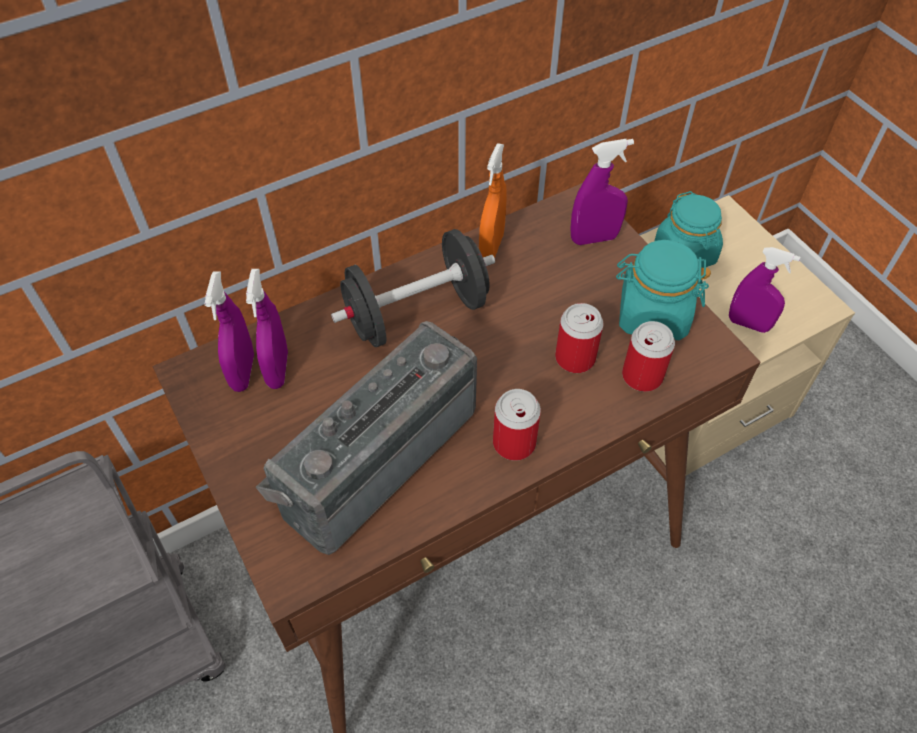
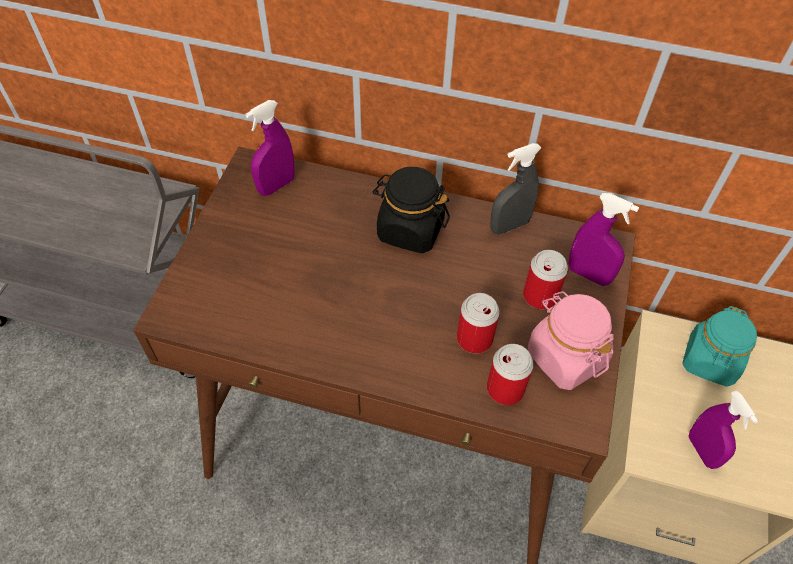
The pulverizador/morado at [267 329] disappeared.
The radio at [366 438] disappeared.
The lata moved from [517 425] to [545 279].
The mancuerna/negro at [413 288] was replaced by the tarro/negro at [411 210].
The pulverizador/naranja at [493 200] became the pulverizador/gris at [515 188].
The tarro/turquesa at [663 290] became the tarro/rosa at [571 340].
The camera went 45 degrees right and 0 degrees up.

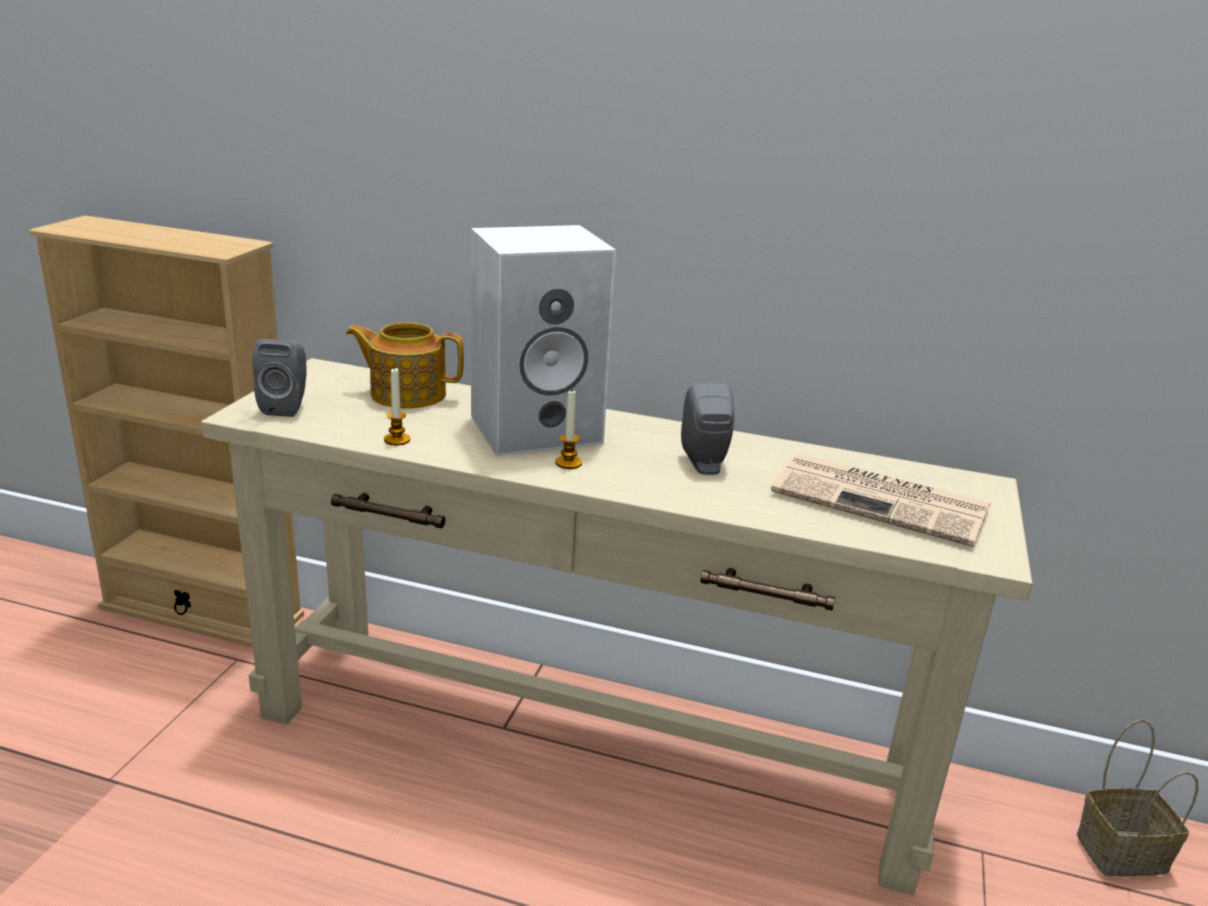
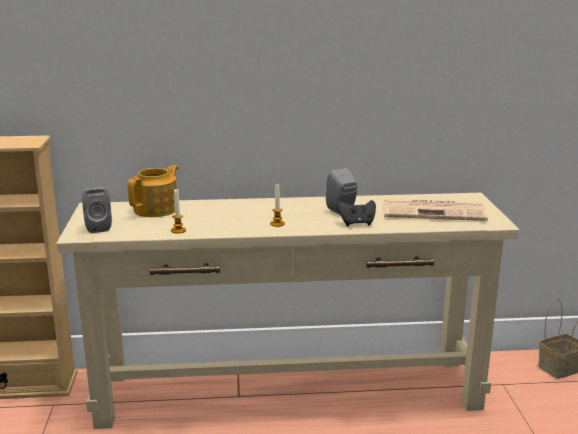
The altavoz/blanco at [543 340] disappeared.
The mando de consola/negro at [356 213] appeared.
The tetera at [405 365] turned 135 degrees clockwise.
The camera went 20 degrees left and 5 degrees down.

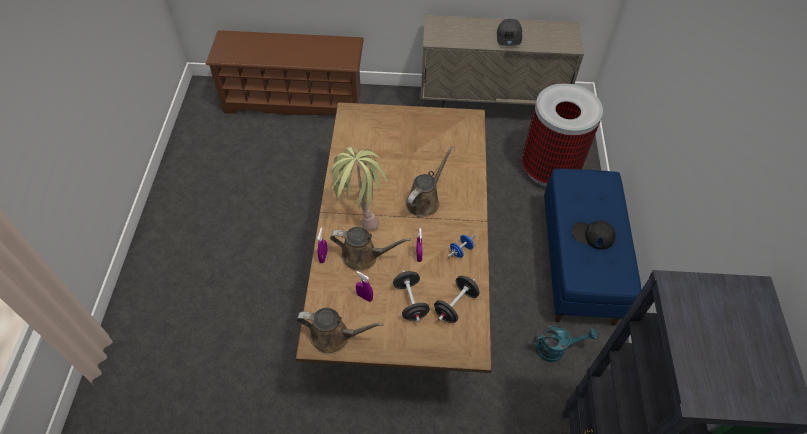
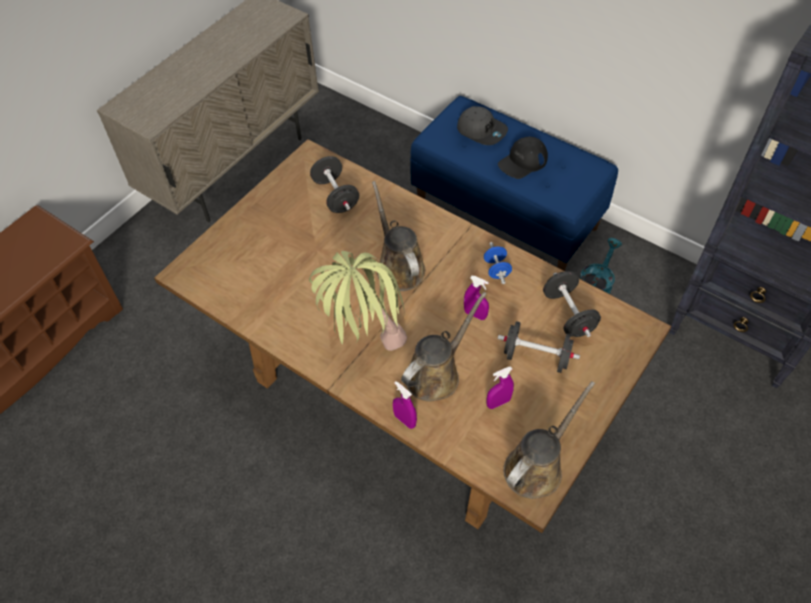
The papelera at [562 135] disappeared.
The mancuerna/negro at [334 184] appeared.
The gorra/gris moved from [509 32] to [482 125].
The camera went 55 degrees left and 0 degrees up.

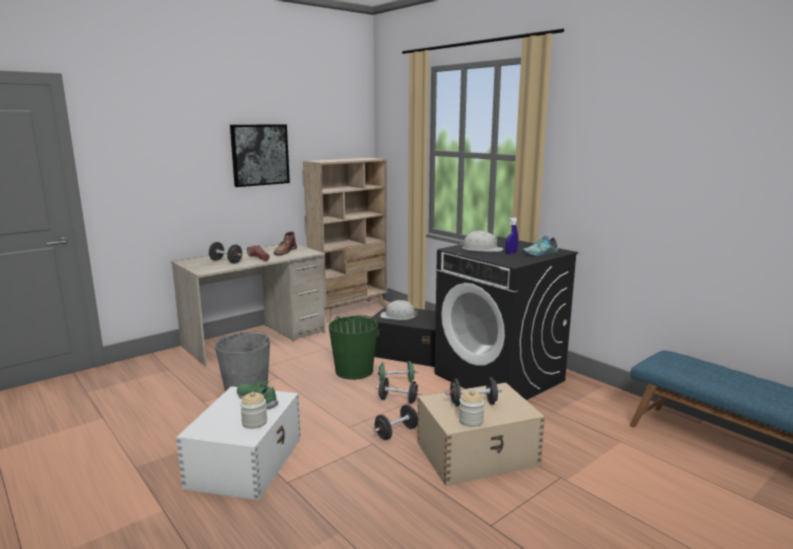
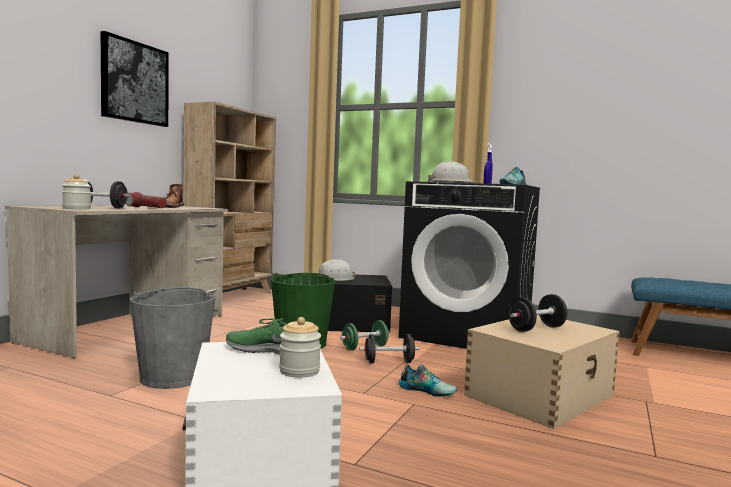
The tarro moved from [472 408] to [76 191].
The mancuerna/negro at [396 422] was replaced by the zapato at [428 380].
The camera went 25 degrees left and 10 degrees down.

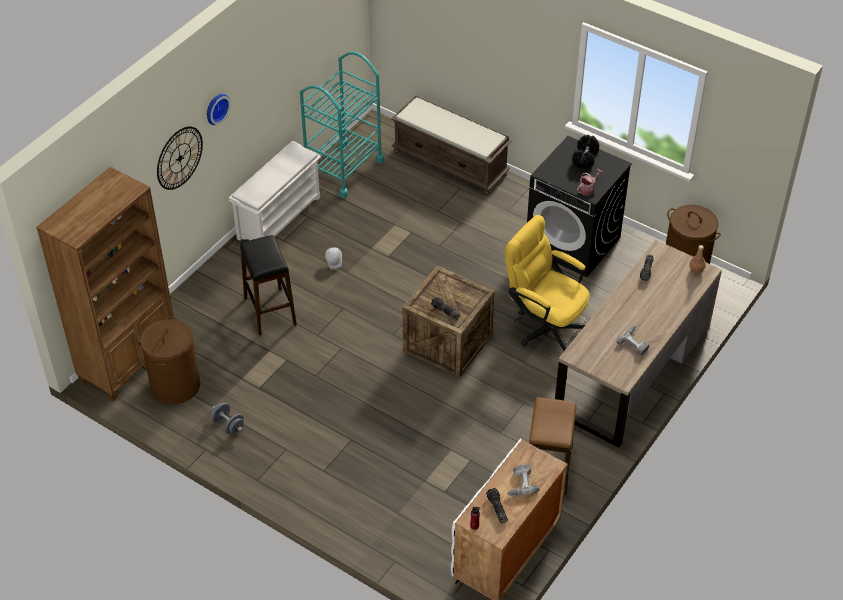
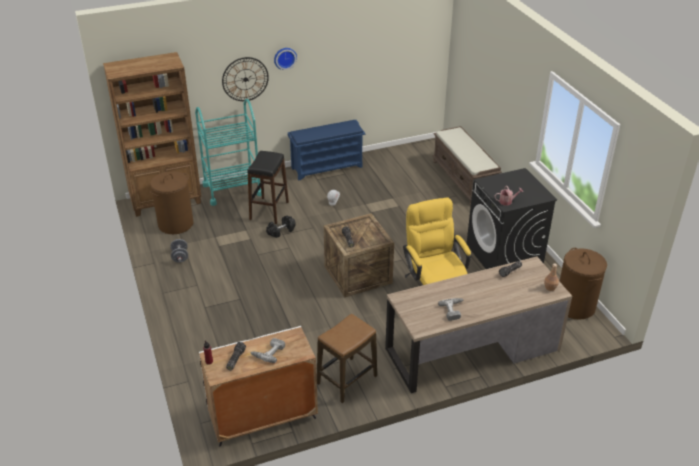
The carrito/turquesa moved from [342 125] to [228 152].
The mancuerna/negro moved from [586 152] to [281 226].
The zapatero/blanco at [275 191] became the zapatero/azul at [327 150].
The camera went 35 degrees right and 10 degrees down.

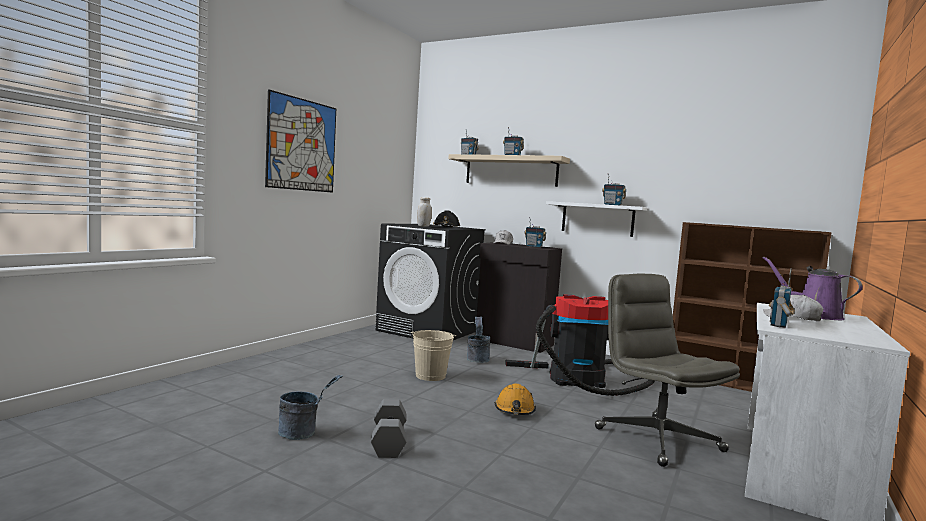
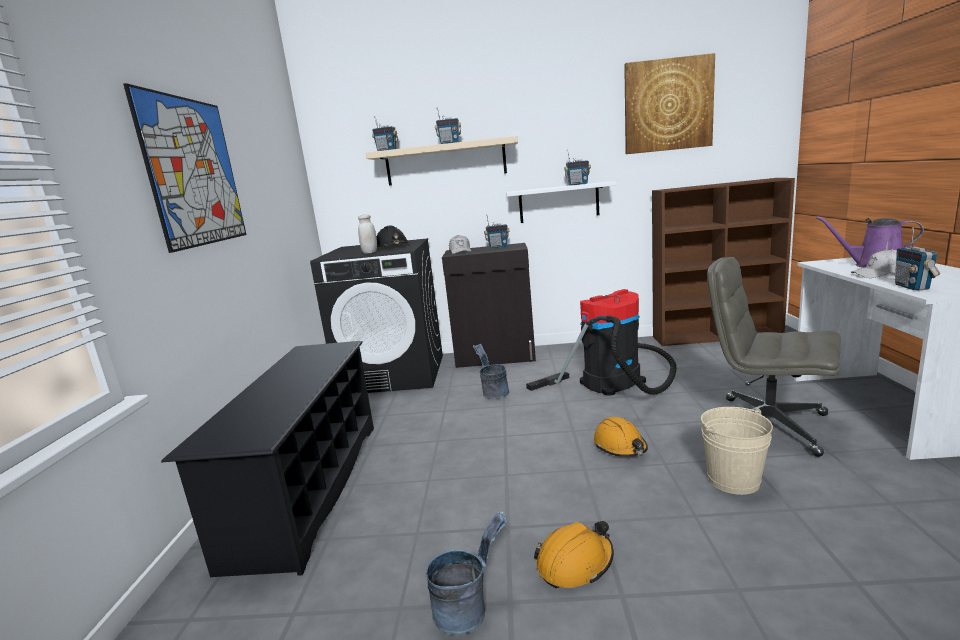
The zapatero/negro at [267 459] appeared.
The cuadro at [669 103] appeared.
The cubo/beis moved from [433 355] to [737 451].
The mancuerna/gris at [388 428] was replaced by the casco/naranja at [574 554].
The camera went 25 degrees left and 10 degrees up.

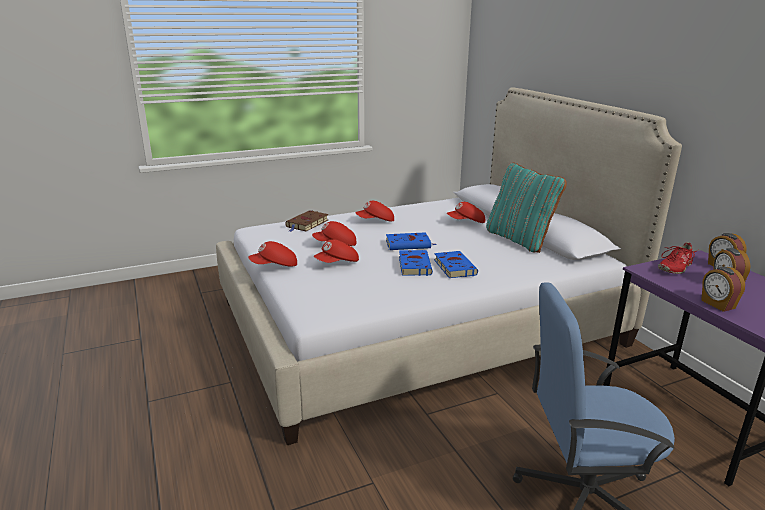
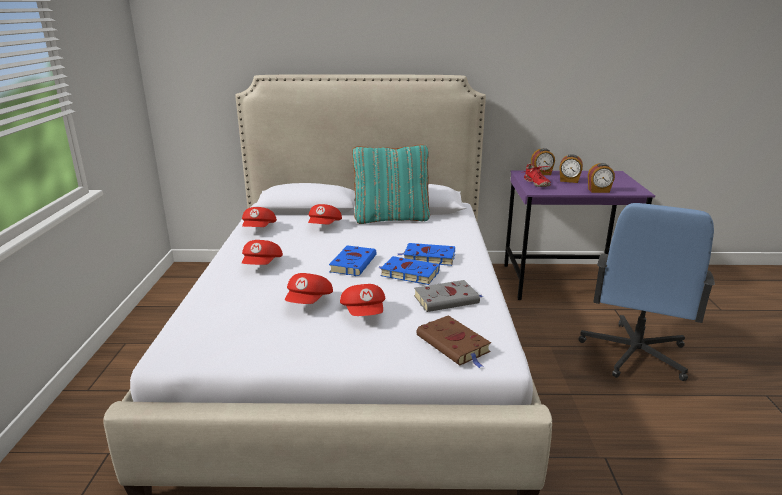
The libro/gris at [448 296] appeared.
The gorra/rojo moved from [272 254] to [259 217].
The libro/marrón moved from [306 221] to [453 341].
The camera went 65 degrees left and 0 degrees up.

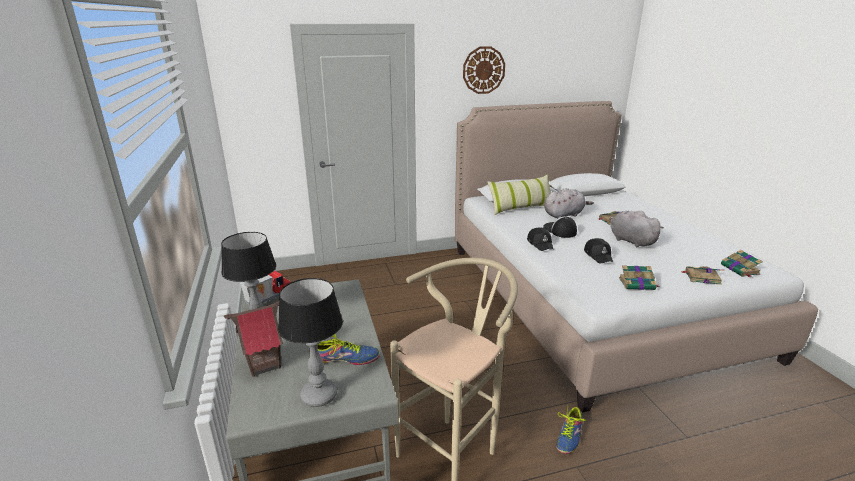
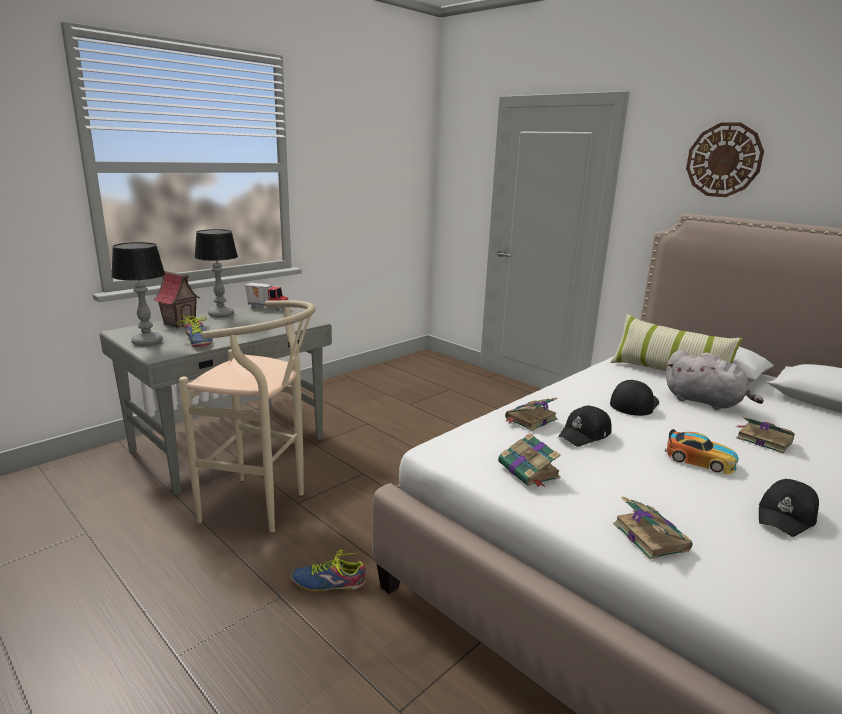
The gorra/negro moved from [540 239] to [789 508].
The libro moved from [742 264] to [531 414].
The peluche/gris at [637 229] was replaced by the coche de juguete at [702 451].
The camera went 60 degrees right and 5 degrees down.

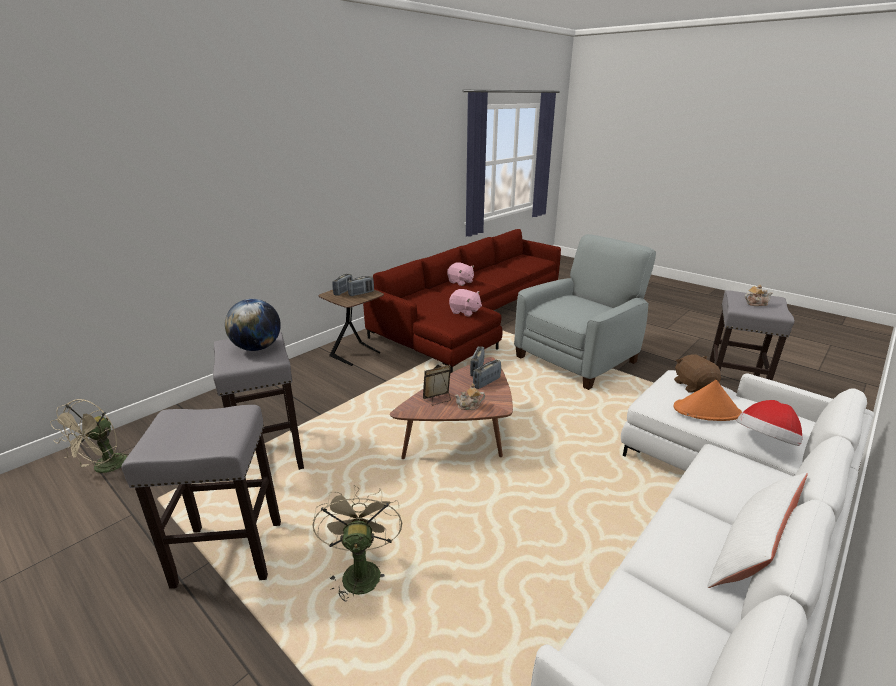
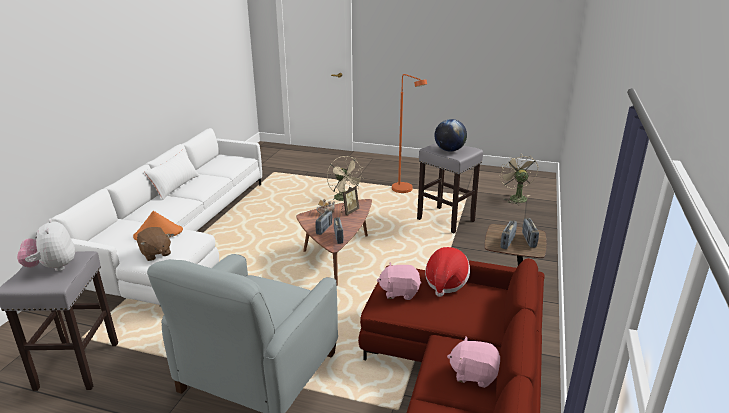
The sombrero moved from [769 423] to [447 272].
The taburete/gris at [201 497] was replaced by the lámpara de pie/naranja at [409 133].
The tetera at [759 295] was replaced by the peluche at [46 244].
The camera went 155 degrees right and 0 degrees up.

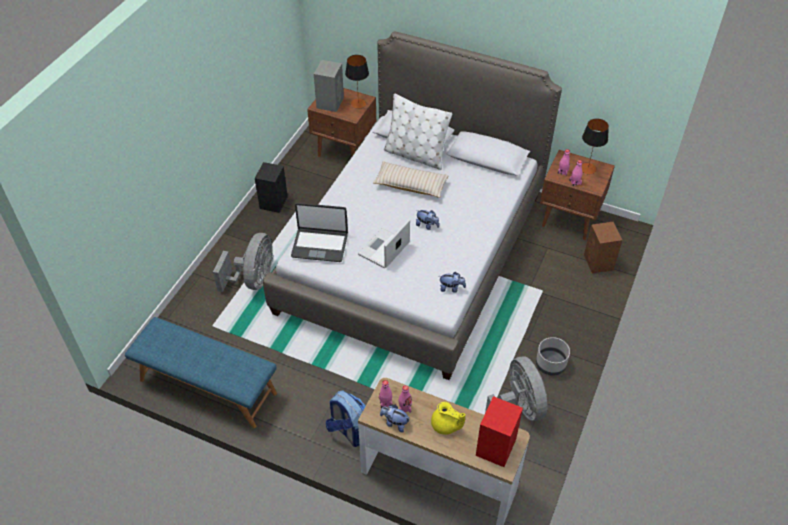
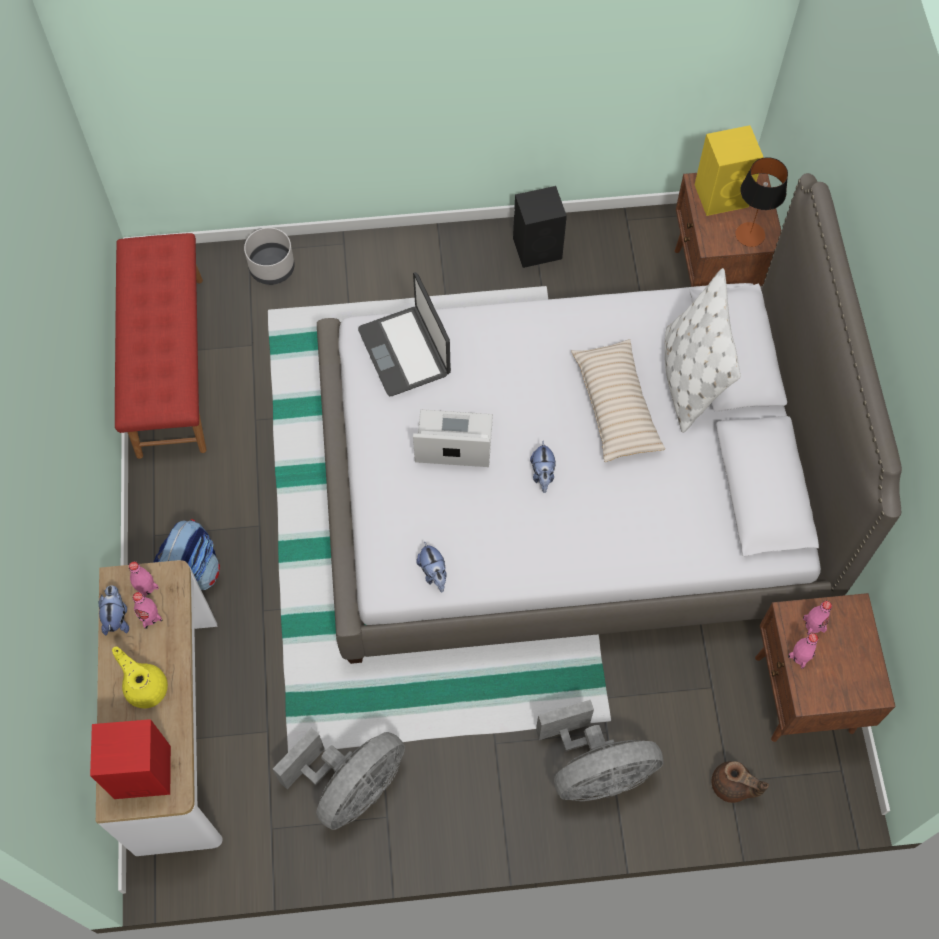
The lámpara de mesa at [595 146] disappeared.
The ventilador/gris moved from [243 262] to [599 750].
The maceta/gris moved from [553 356] to [269 256].
The altavoz/marrón at [603 248] was replaced by the tetera/marrón at [740 782].
The banco/azul at [201 373] became the banco/rojo at [161 346].
The altavoz/gris at [329 86] became the altavoz/amarillo at [729 170].
The tetera/amarillo at [448 418] turned 135 degrees clockwise.
The camera went 60 degrees right and 15 degrees up.

